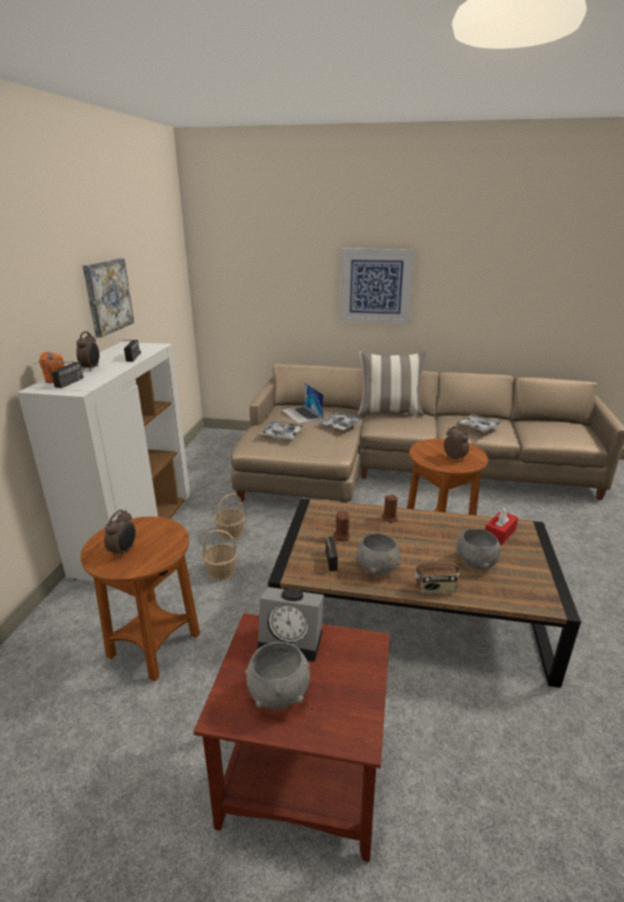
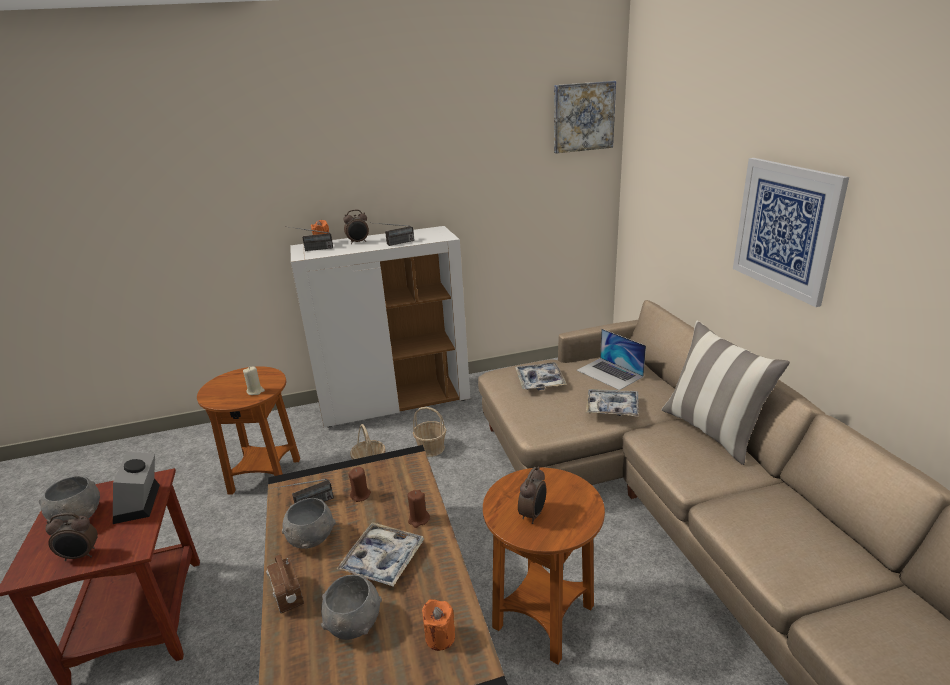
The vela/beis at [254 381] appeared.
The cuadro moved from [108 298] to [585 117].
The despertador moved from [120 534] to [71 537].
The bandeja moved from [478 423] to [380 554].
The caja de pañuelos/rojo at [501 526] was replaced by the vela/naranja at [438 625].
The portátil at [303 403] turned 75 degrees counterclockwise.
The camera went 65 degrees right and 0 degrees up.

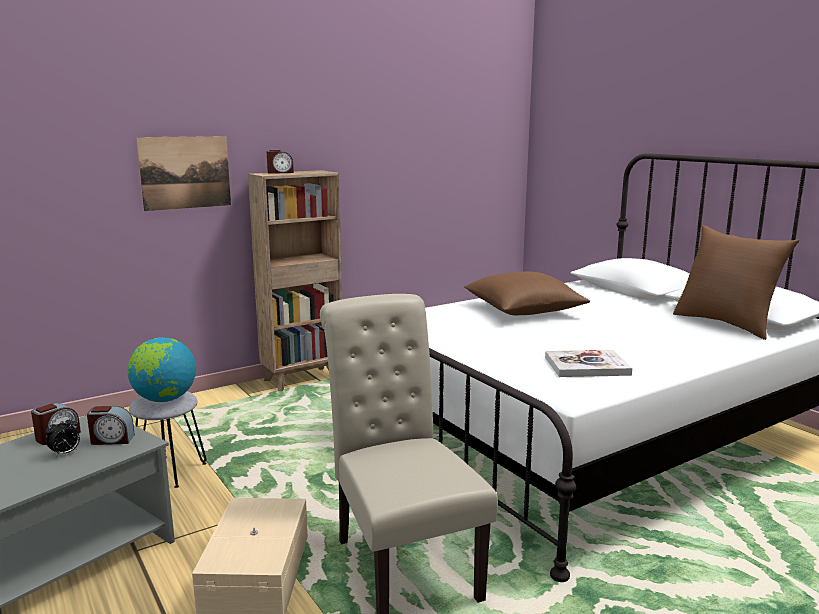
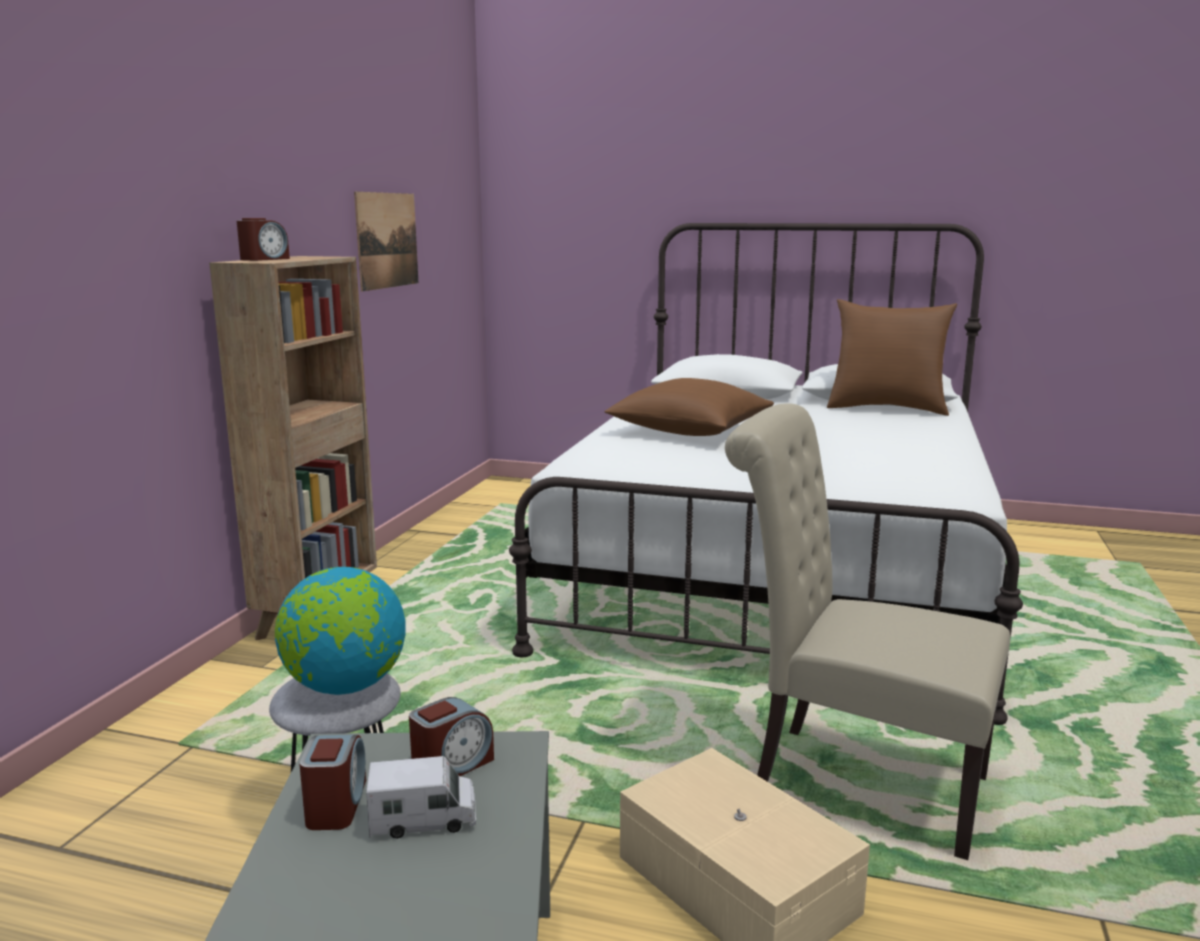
The libro at [588 363] disappeared.
The cuadro moved from [183 173] to [386 241].
The despertador at [63 436] was replaced by the camión de juguete at [421 797].
The camera went 40 degrees left and 0 degrees up.

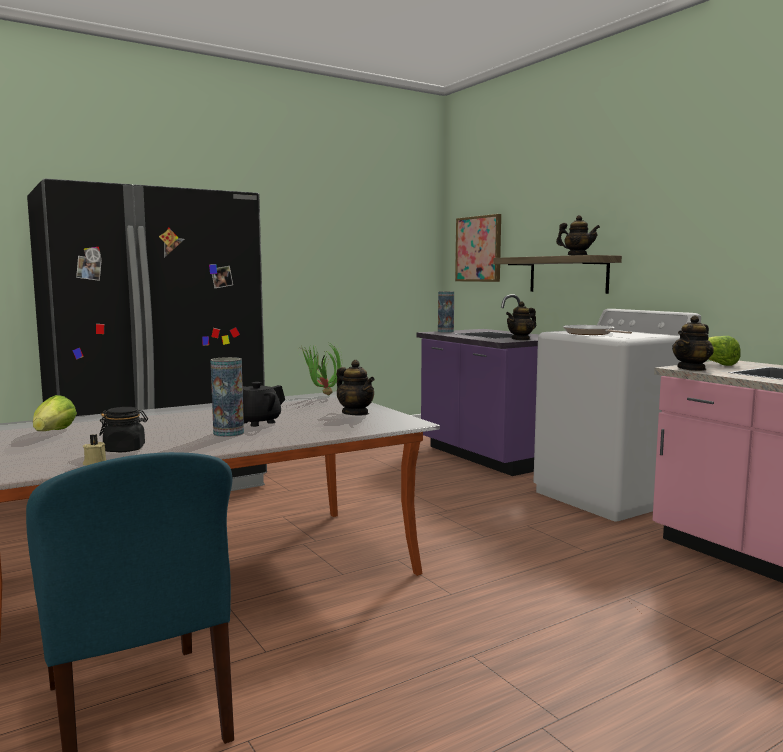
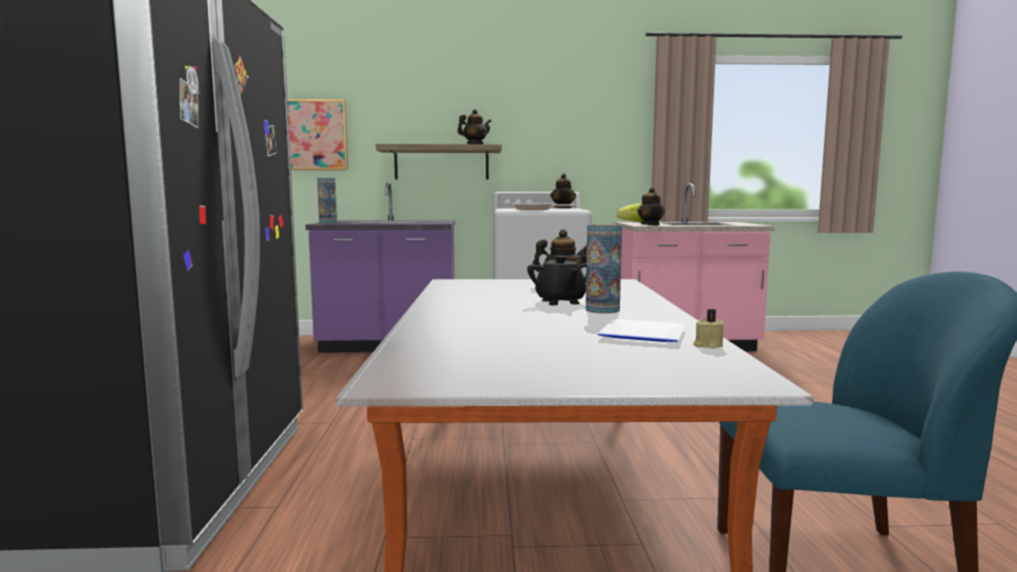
The lechuga at [55 413] disappeared.
The planta en maceta at [319 369] disappeared.
The tetera moved from [521 320] to [563 191].
The tarro/negro at [123 429] was replaced by the plato at [641 330].
The camera went 60 degrees left and 0 degrees up.

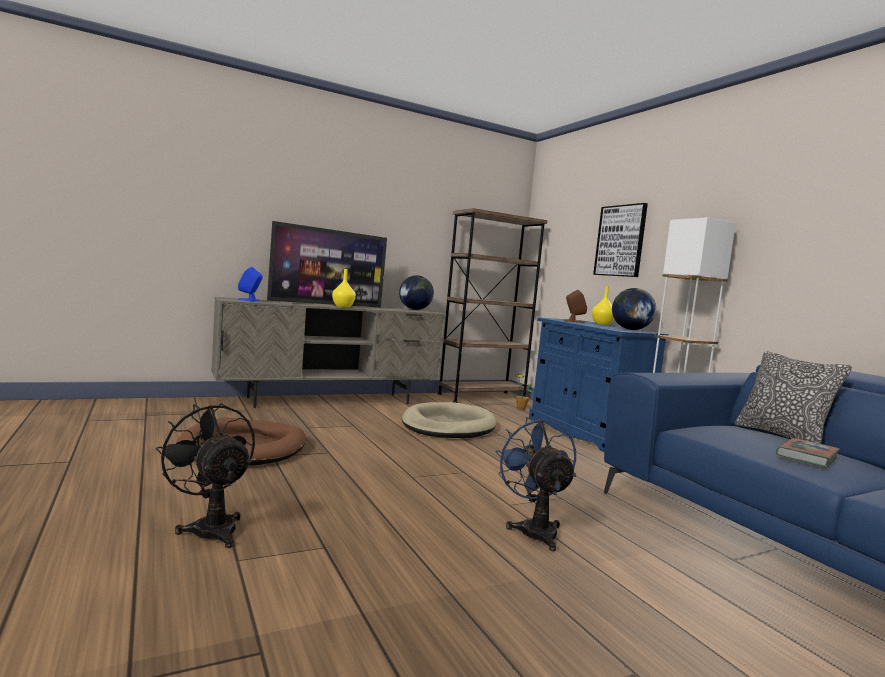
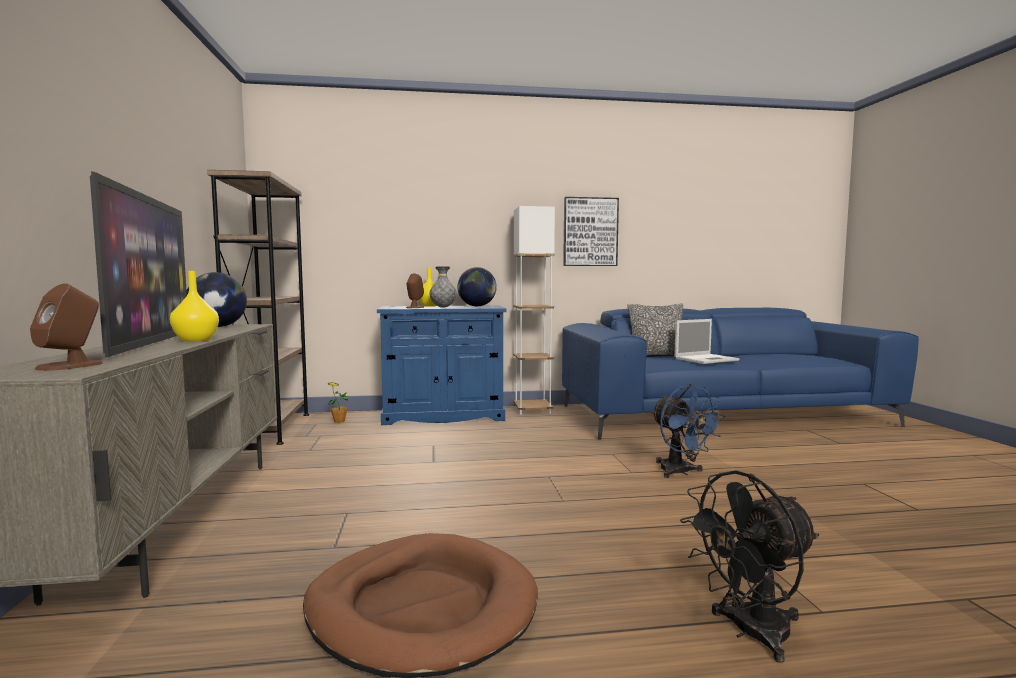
The cama para perro/beis at [449 420] disappeared.
The florero/gris at [443 287] appeared.
The cuadro moved from [620 240] to [591 231].
The libro at [808 453] was replaced by the portátil at [707 341].
The altavoz/azul at [250 284] became the altavoz/marrón at [66 327].
The ventilador/azul at [535 484] turned 120 degrees counterclockwise.
The camera went 70 degrees left and 0 degrees up.

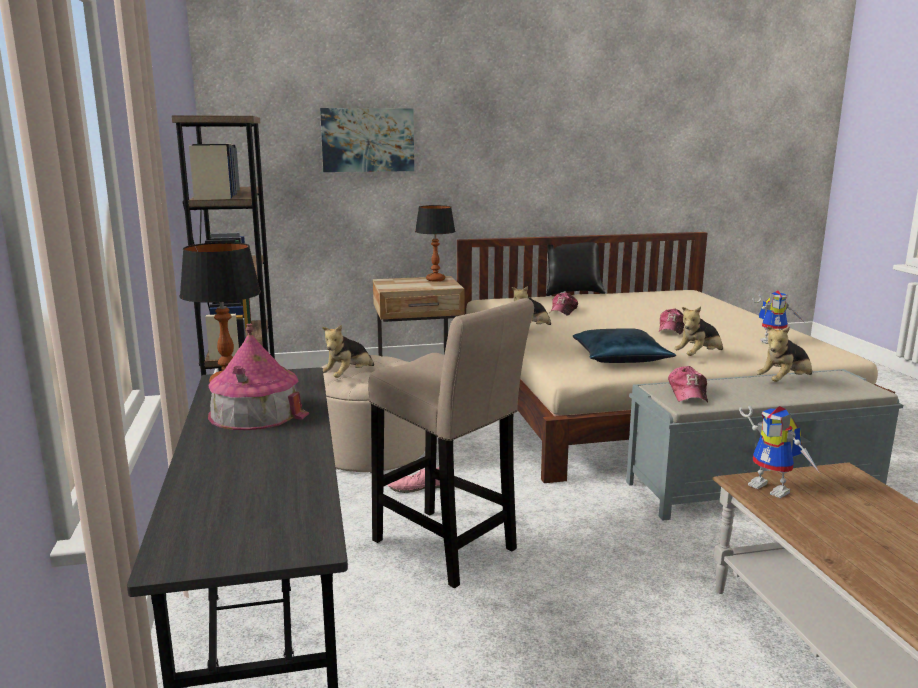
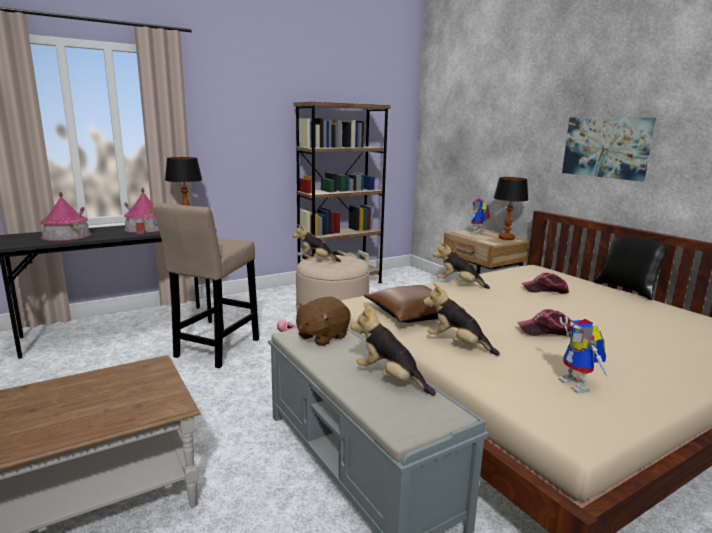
The casita at [66 216] appeared.
The cuadro moved from [367 140] to [609 150].
The robot de juguete moved from [779 452] to [480 216].
The gorra at [688 384] was replaced by the peluche/marrón at [323 321].
The cojín/azul at [624 345] became the cojín/marrón at [415 304].
The camera went 70 degrees right and 0 degrees up.

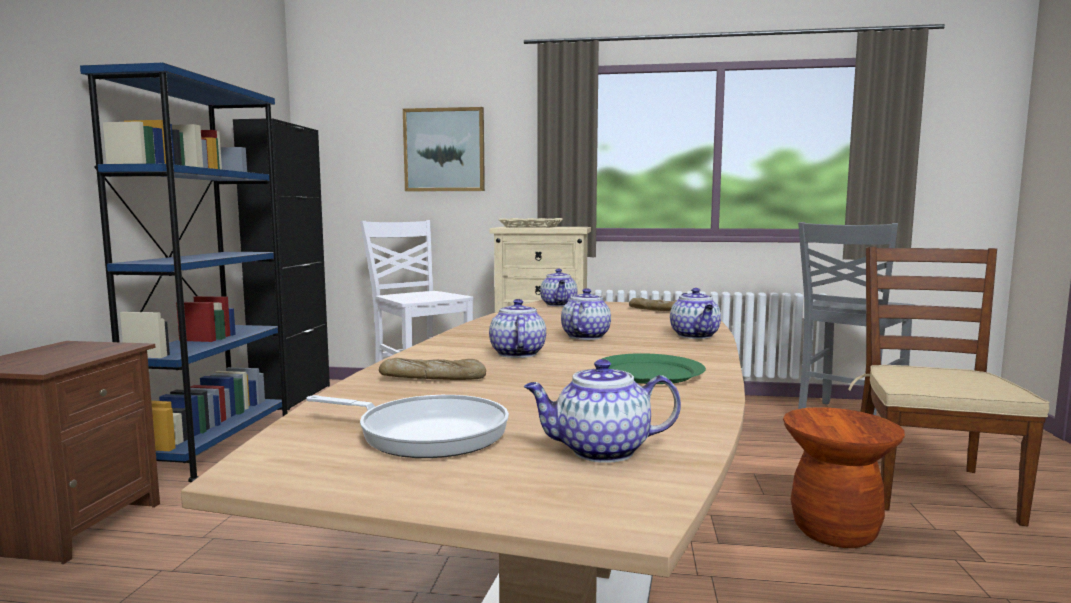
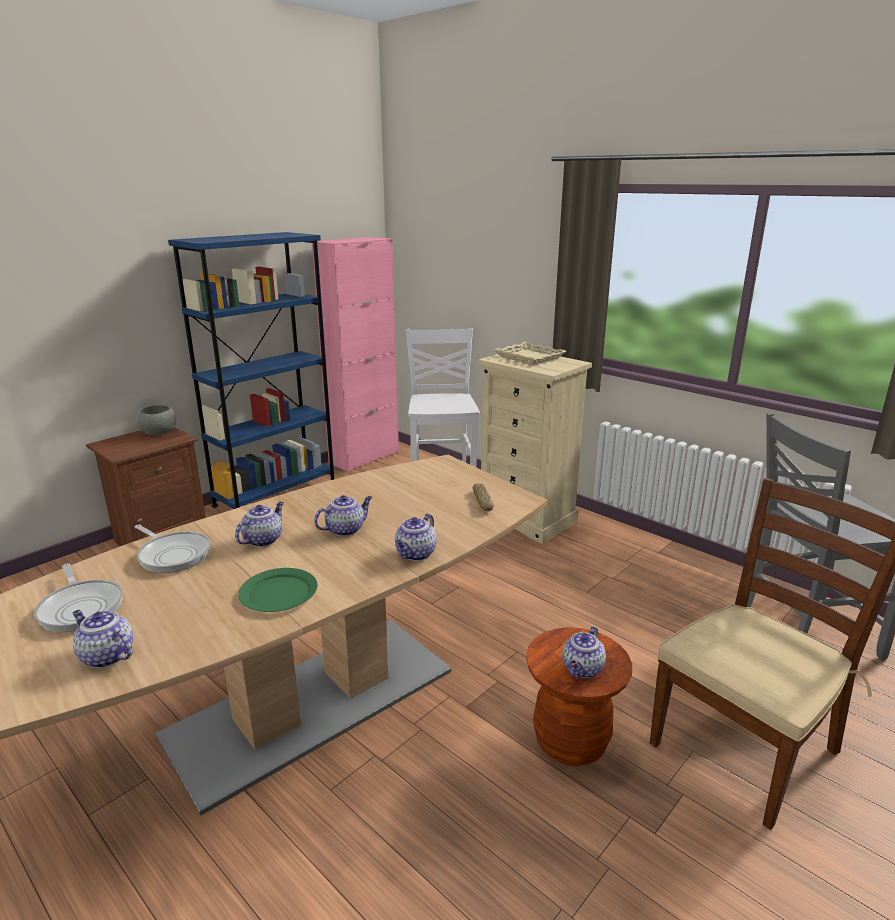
The cuadro at [444 149] disappeared.
The cuenco/gris at [156 420] appeared.
The tetera moved from [559 288] to [584 652].
The pan at [432 369] was replaced by the sartén at [172 548].
The armario/negro at [281 264] became the armario/rosa at [355 354].
The camera went 35 degrees right and 15 degrees up.

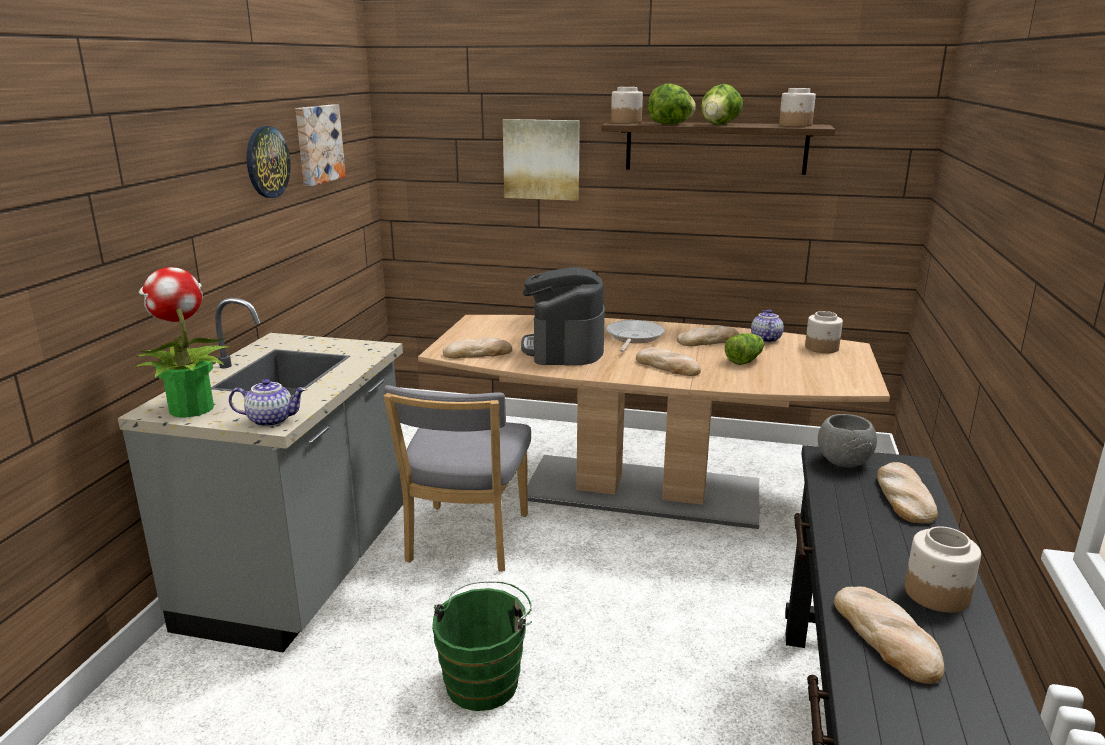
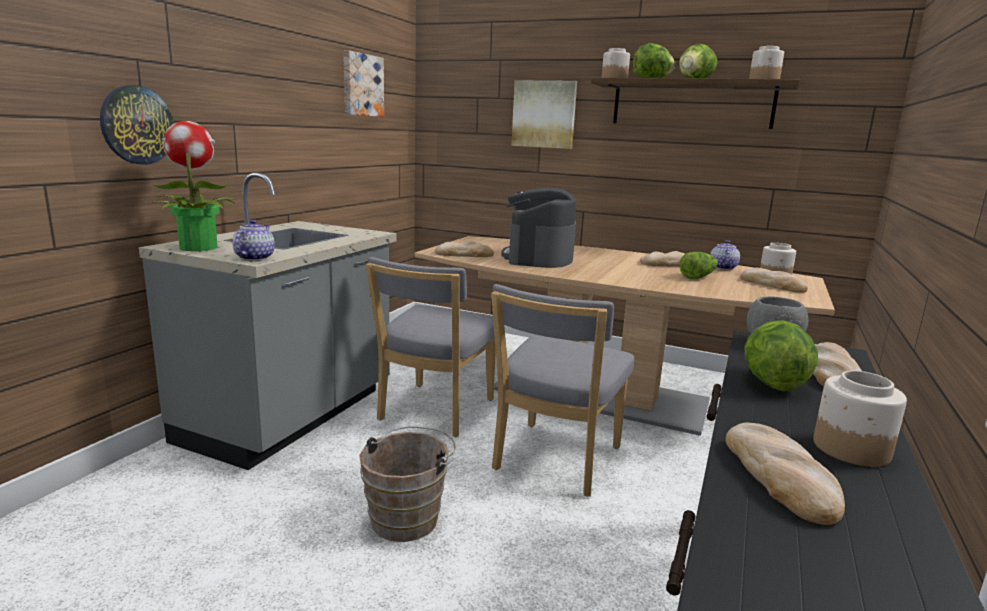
The sartén at [635 336] disappeared.
The silla/gris at [562 390] appeared.
The lechuga at [781 355] appeared.
The reloj de pared moved from [269 162] to [137 125].
The pan moved from [668 361] to [774 280].
The cubo/verde at [482 646] became the cubo/marrón at [407 484].
The tetera at [267 403] turned 90 degrees counterclockwise.
The camera went 10 degrees right and 5 degrees down.

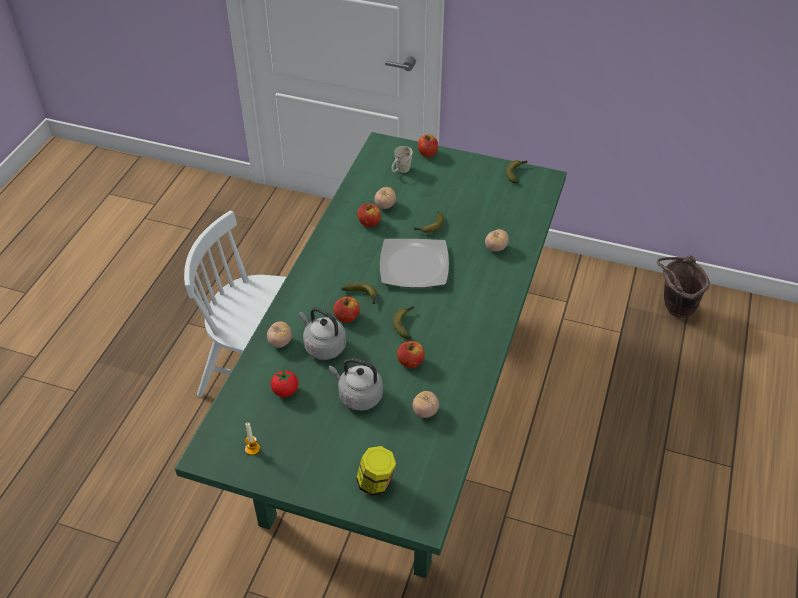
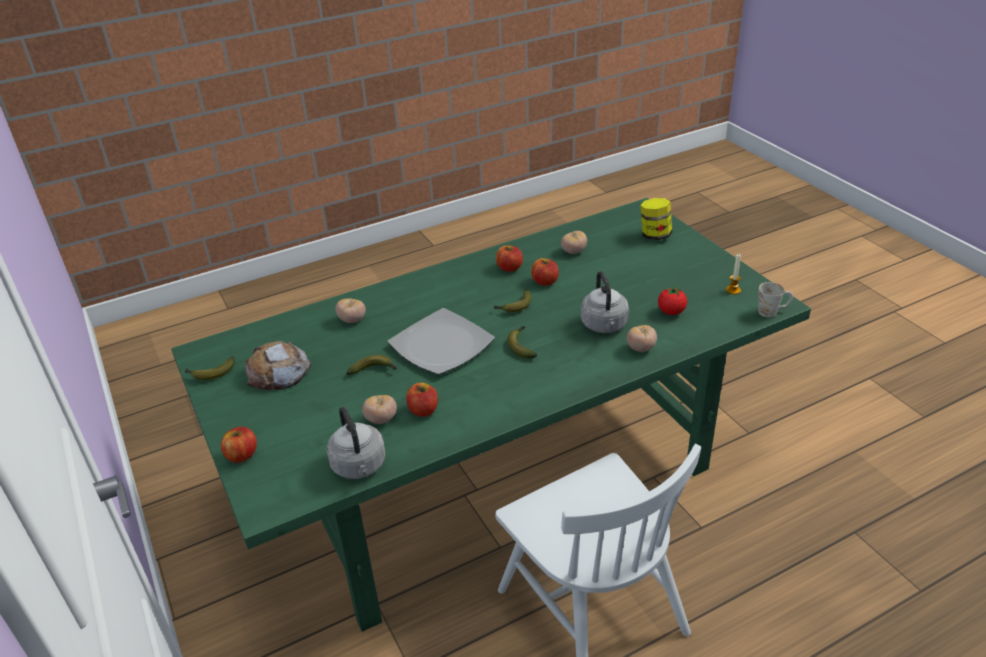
The cubo/marrón at [683 286] disappeared.
The pan at [278 365] appeared.
The hervidor/gris moved from [356 384] to [356 442].
The manzana moved from [346 310] to [509 258].
The taza grande/blanco moved from [402 159] to [775 300].
The camera went 135 degrees left and 10 degrees down.

